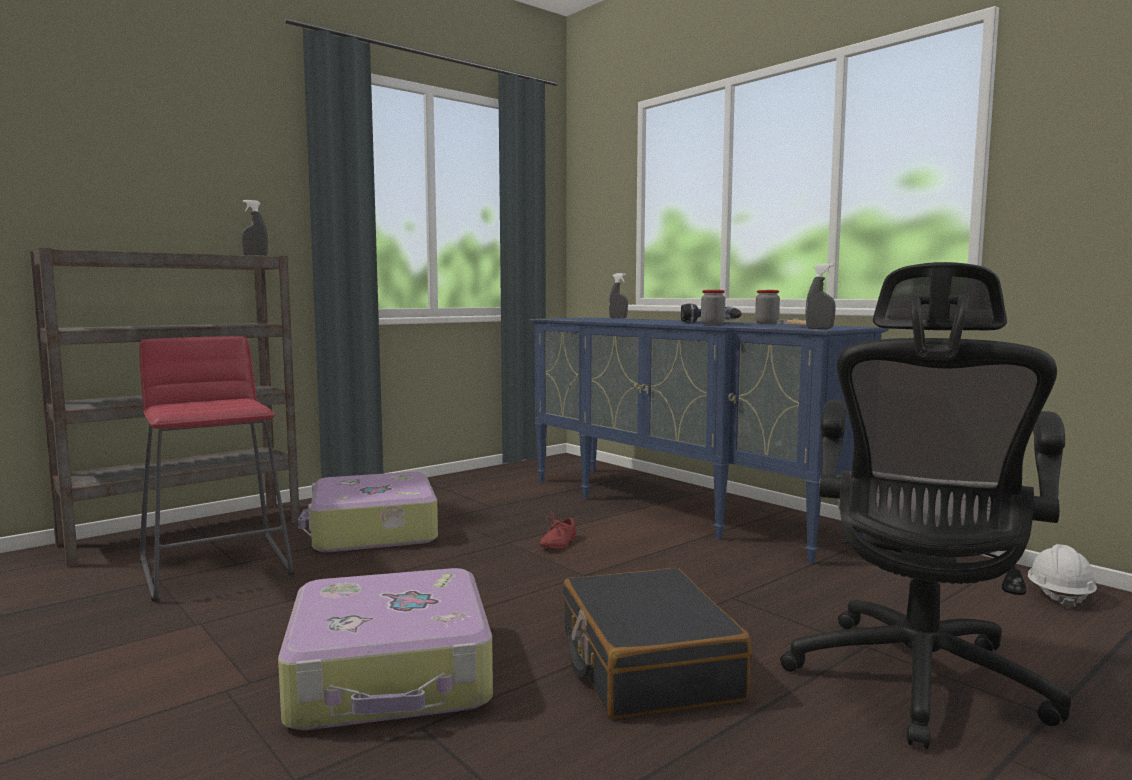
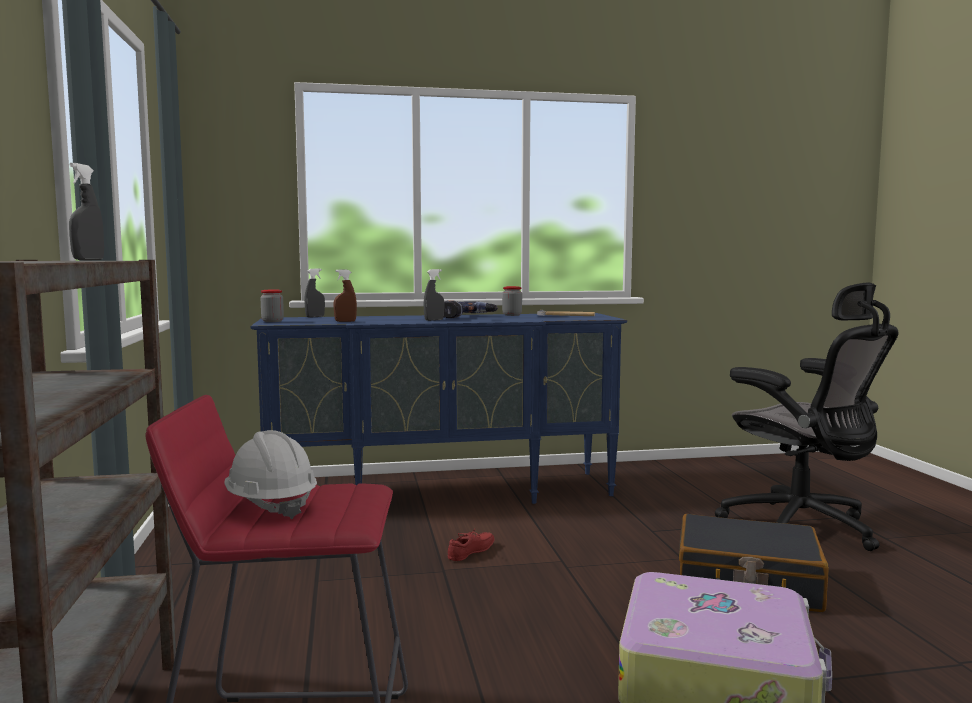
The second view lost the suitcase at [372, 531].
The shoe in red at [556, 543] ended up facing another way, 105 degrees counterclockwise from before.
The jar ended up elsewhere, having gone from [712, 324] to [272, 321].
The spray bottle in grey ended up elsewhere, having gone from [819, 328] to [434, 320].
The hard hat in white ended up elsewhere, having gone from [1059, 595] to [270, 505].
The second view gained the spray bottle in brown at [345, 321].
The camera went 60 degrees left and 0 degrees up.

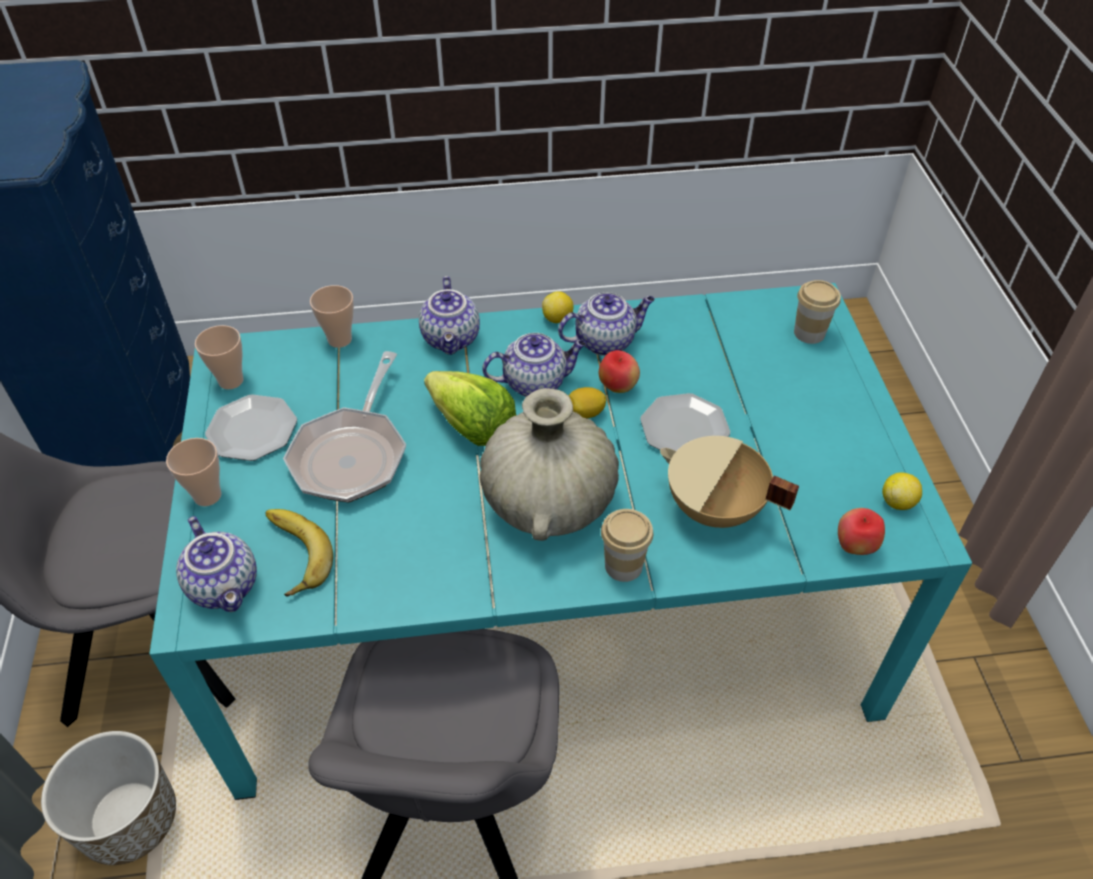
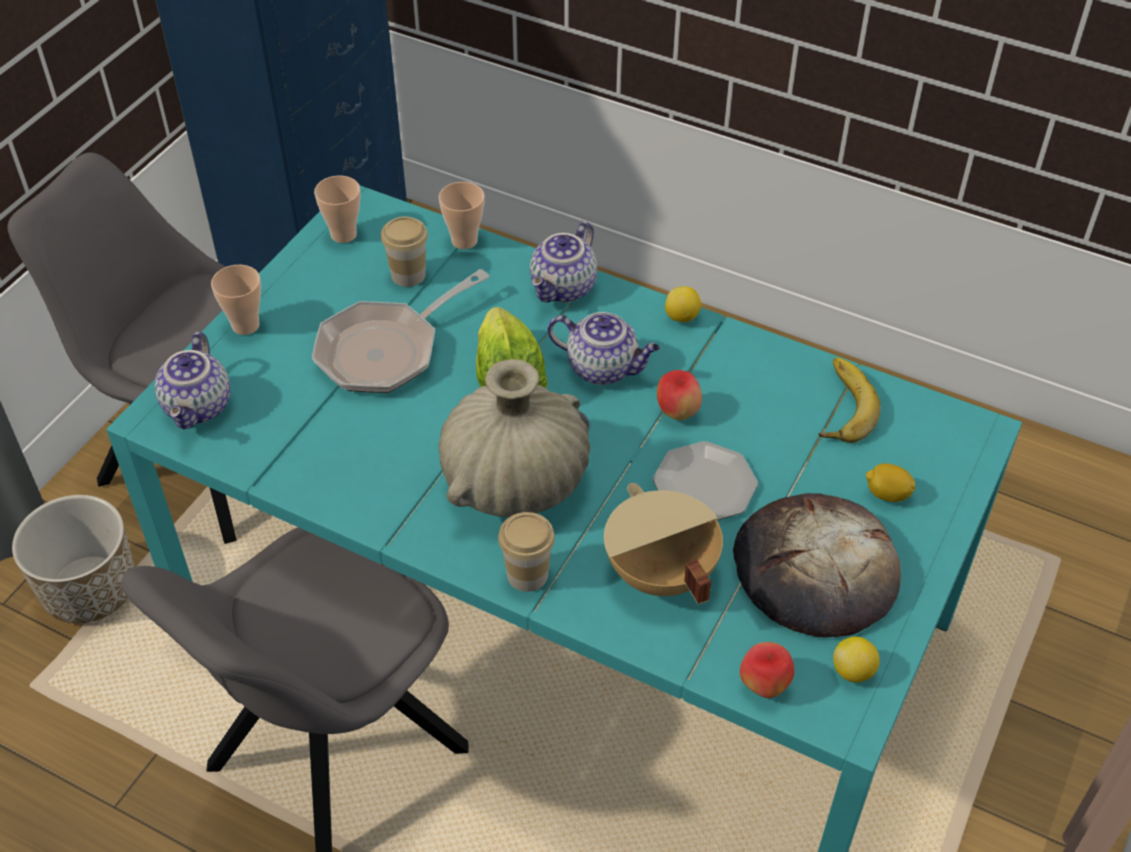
The second view lost the plate at [251, 430].
The banana ended up elsewhere, having gone from [291, 555] to [838, 406].
The second view lost the teapot at [606, 341].
The lemon ended up elsewhere, having gone from [585, 413] to [887, 494].
The cup ended up elsewhere, having gone from [809, 333] to [408, 275].
The second view gained the bread at [815, 570].
The camera went 35 degrees right and 0 degrees up.

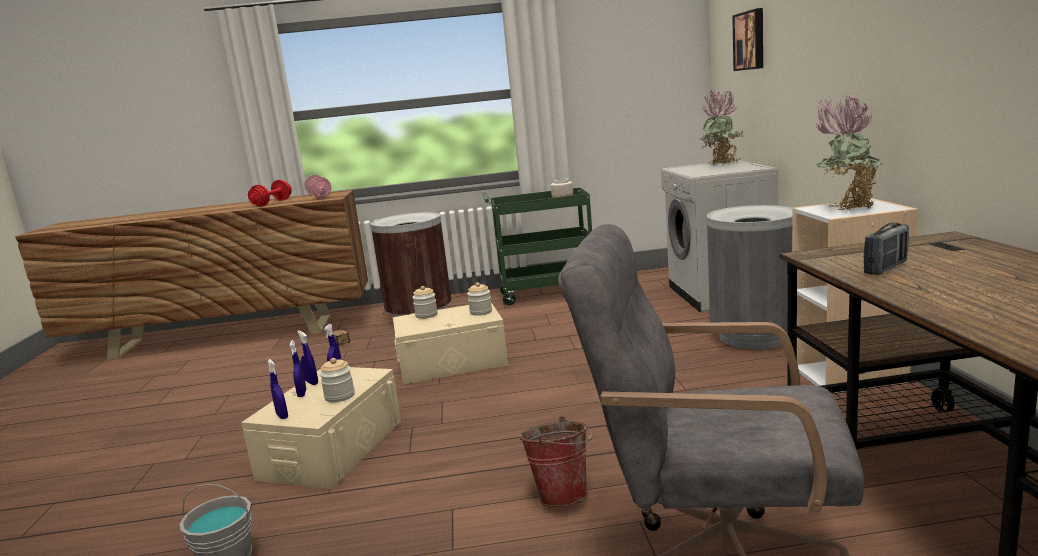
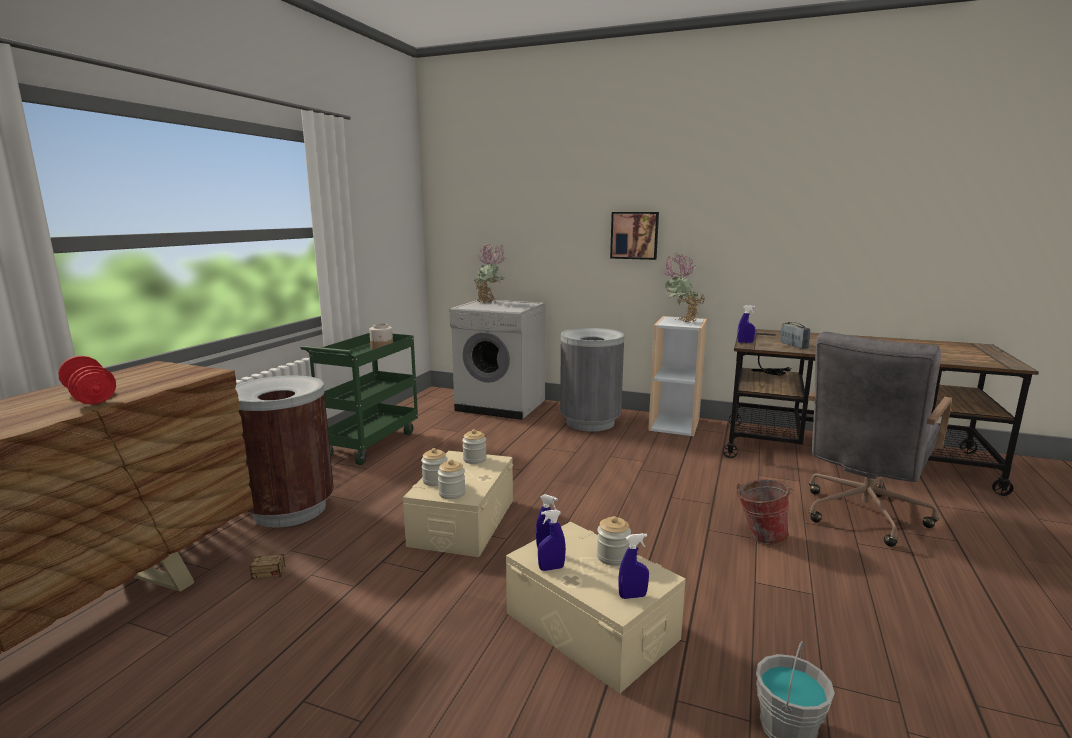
The spray bottle in blue ended up elsewhere, having gone from [302, 393] to [745, 342].
The second view lost the dumbbell in pink at [319, 196].
The picture ended up elsewhere, having gone from [750, 40] to [634, 235].
The second view gained the jar at [452, 493].
The camera went 65 degrees left and 0 degrees up.

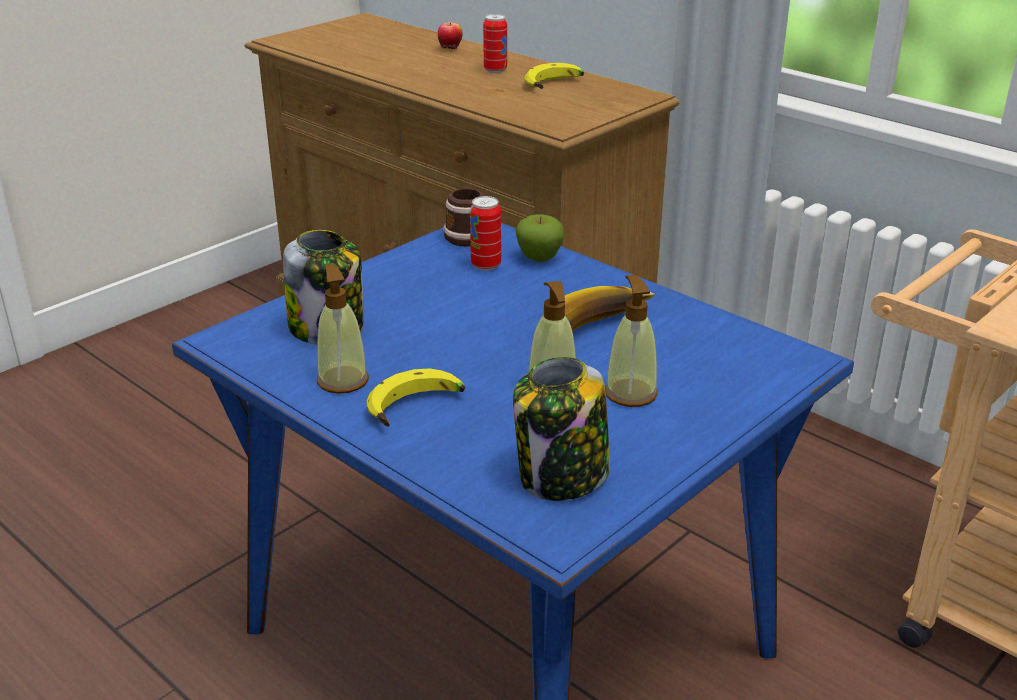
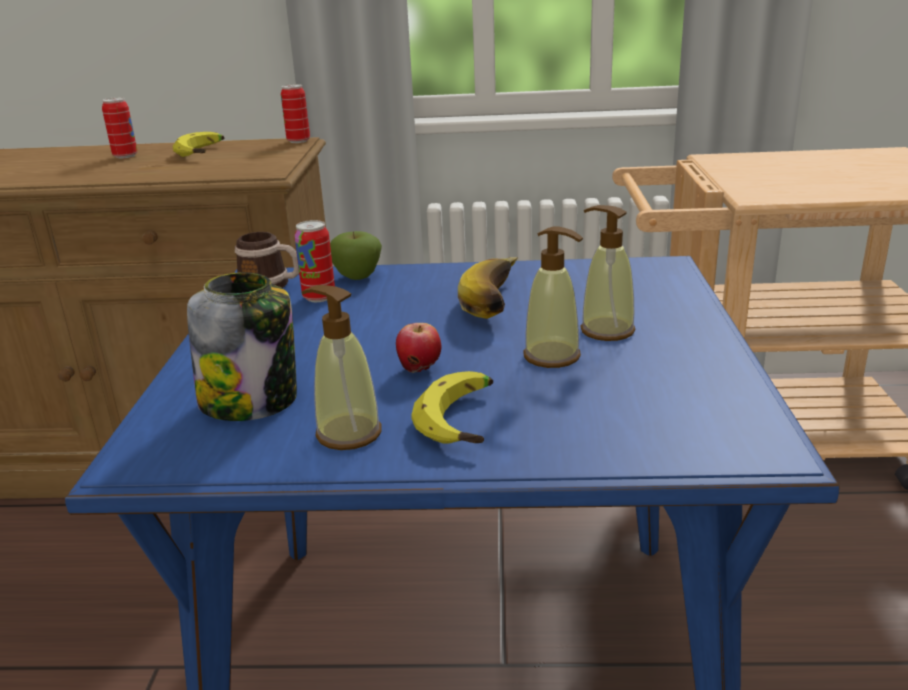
The apple ended up elsewhere, having gone from [450, 49] to [420, 370].
The second view lost the jar at [562, 477].
The second view gained the can at [298, 141].
The camera went 40 degrees left and 5 degrees down.

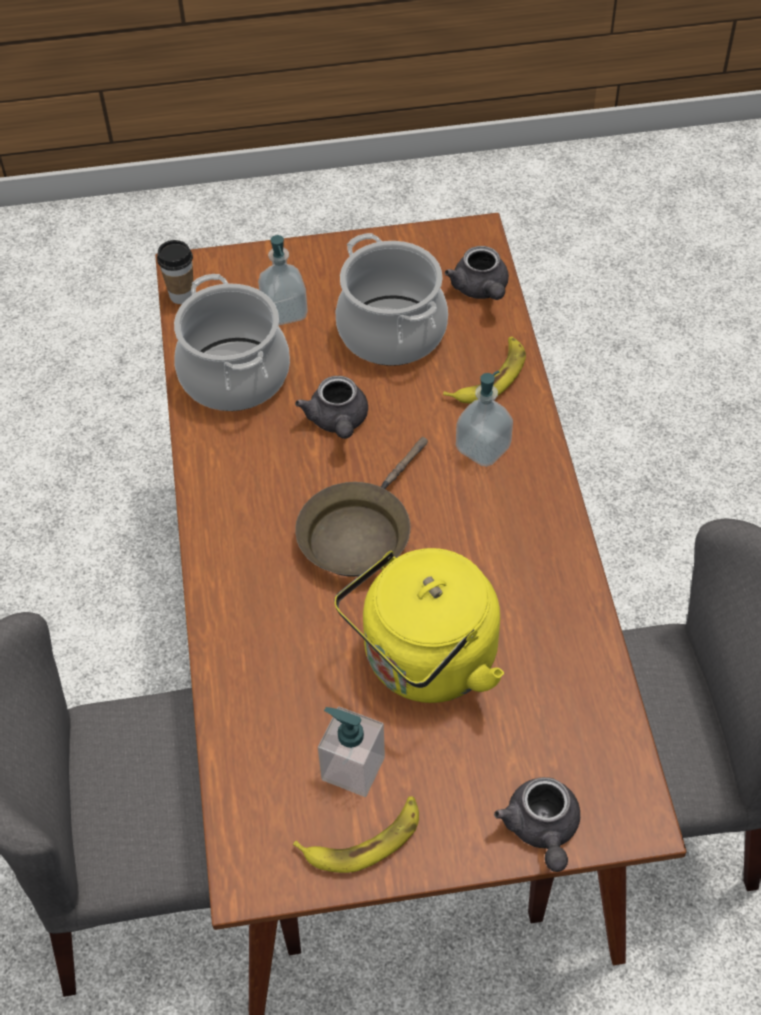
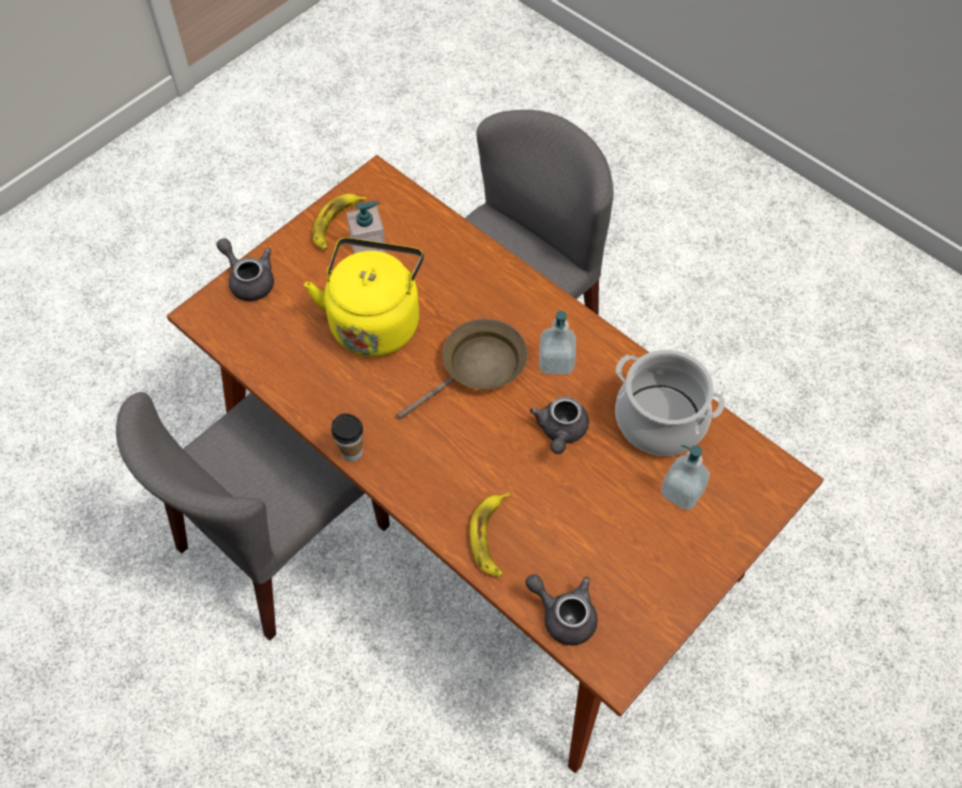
The cup ended up elsewhere, having gone from [181, 295] to [352, 452].
The teapot in grey at [338, 422] ended up facing another way, 120 degrees counterclockwise from before.
The frying pan in brown at [359, 532] ended up facing another way, 60 degrees clockwise from before.
The second view lost the cooking pot at [392, 331].
The soap dispenser ended up elsewhere, having gone from [483, 448] to [556, 362].
The camera went 140 degrees right and 5 degrees up.

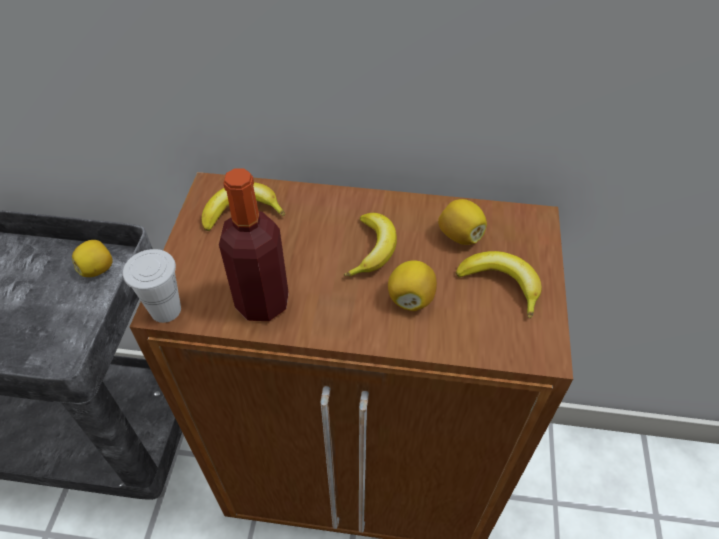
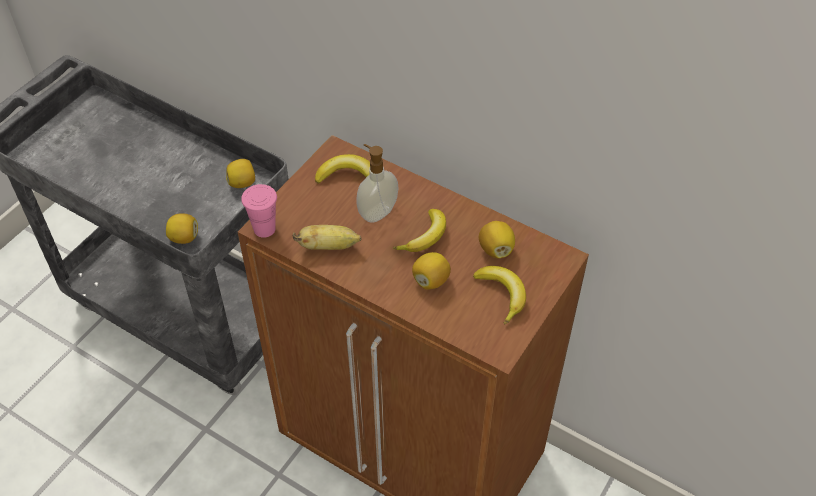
What was the cup in white at [165, 310] turned into the cup in pink at [264, 229].
Where the bottle stood at [262, 302], the banana came to stand at [329, 246].
The second view gained the lemon at [184, 238].
The second view gained the soap dispenser at [377, 212].
The camera went 25 degrees right and 0 degrees up.

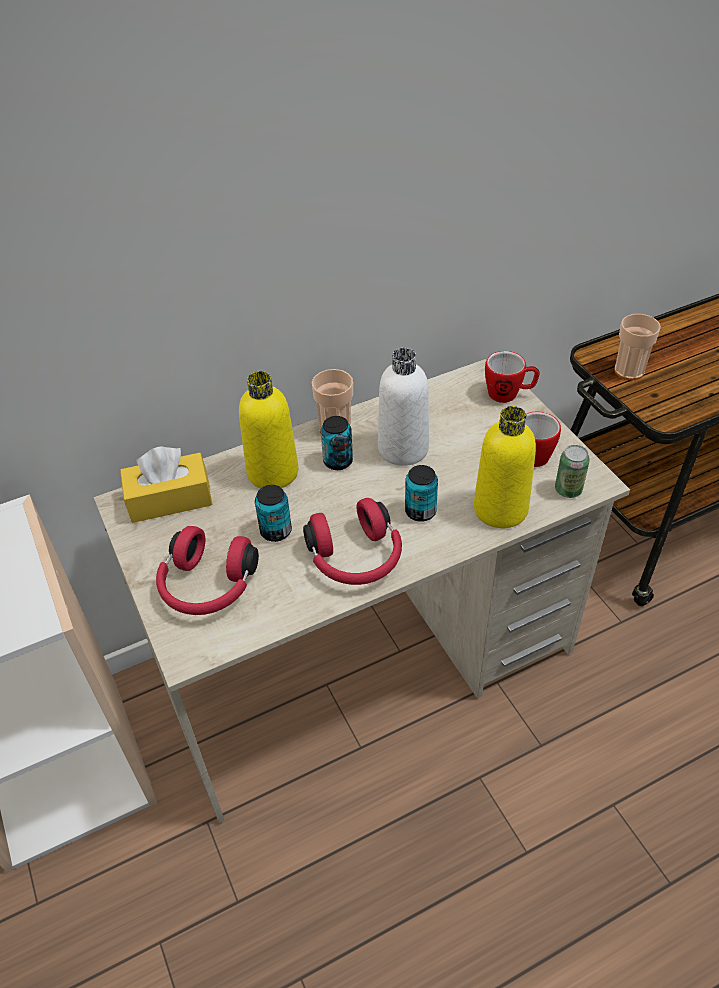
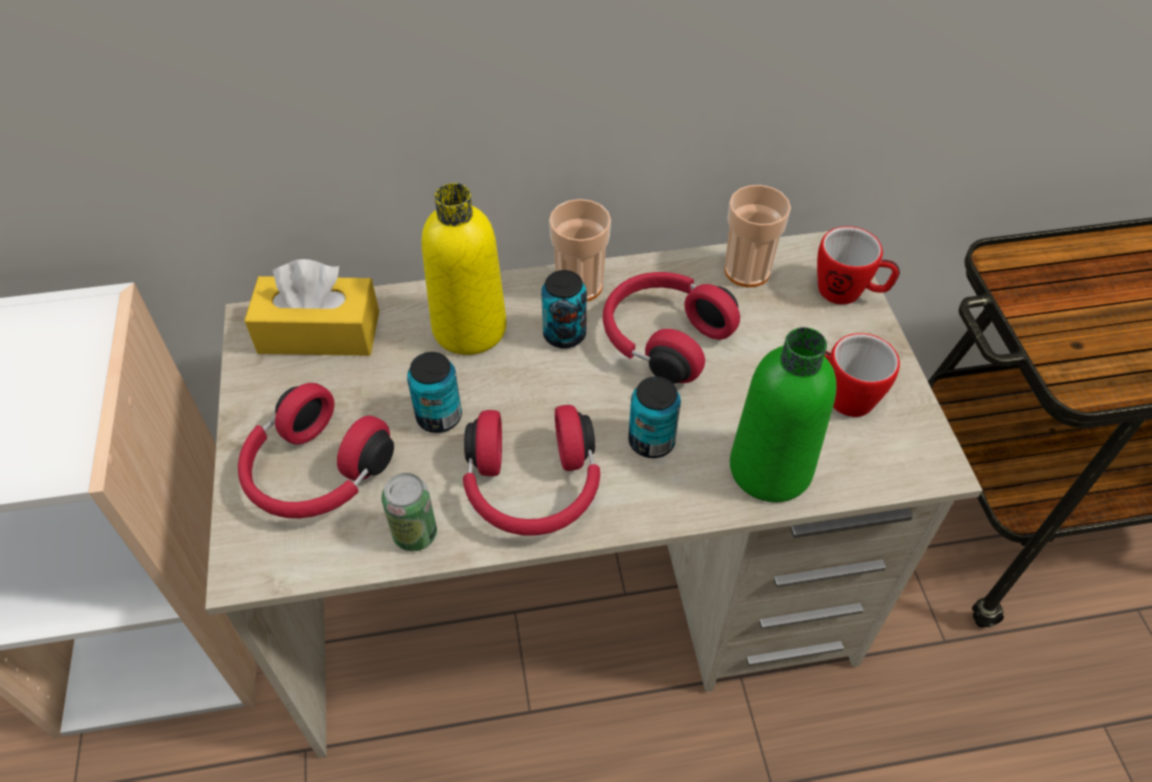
Where the bottle in white stood at [403, 449], the headphones in red came to stand at [663, 339].
What was the bottle in yellow at [500, 509] turned into the bottle in green at [770, 469].
The can ended up elsewhere, having gone from [568, 490] to [415, 534].
The cup ended up elsewhere, having gone from [629, 371] to [747, 271].
The camera went 15 degrees right and 5 degrees up.

